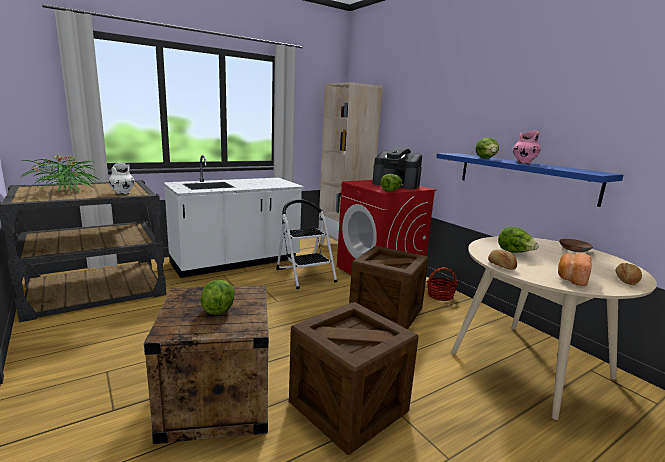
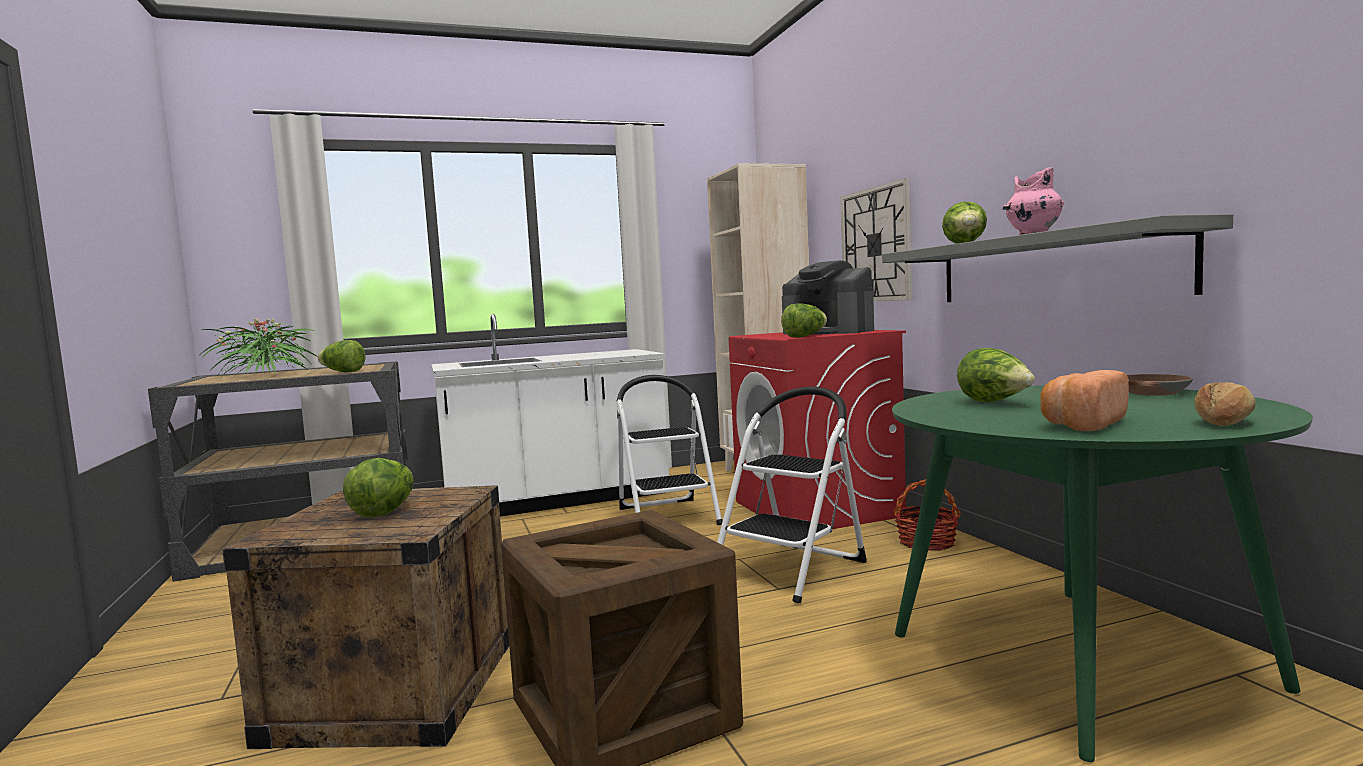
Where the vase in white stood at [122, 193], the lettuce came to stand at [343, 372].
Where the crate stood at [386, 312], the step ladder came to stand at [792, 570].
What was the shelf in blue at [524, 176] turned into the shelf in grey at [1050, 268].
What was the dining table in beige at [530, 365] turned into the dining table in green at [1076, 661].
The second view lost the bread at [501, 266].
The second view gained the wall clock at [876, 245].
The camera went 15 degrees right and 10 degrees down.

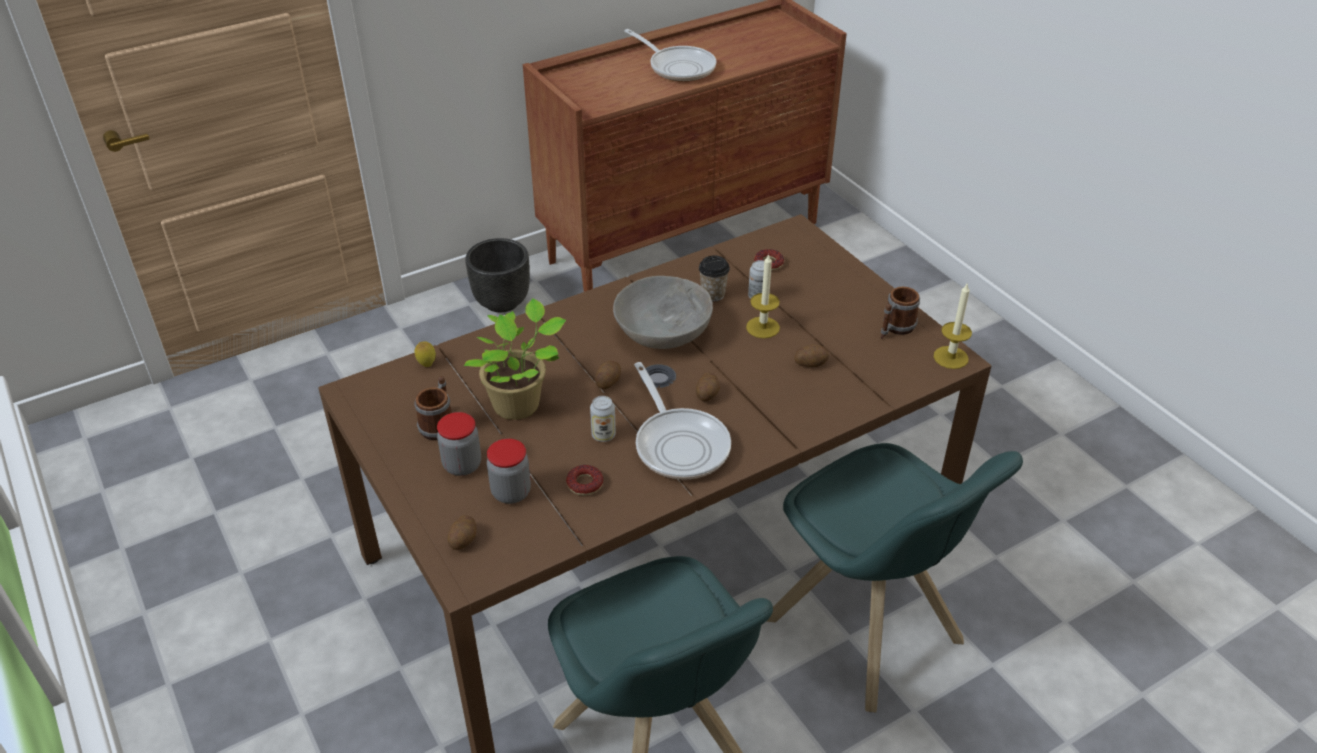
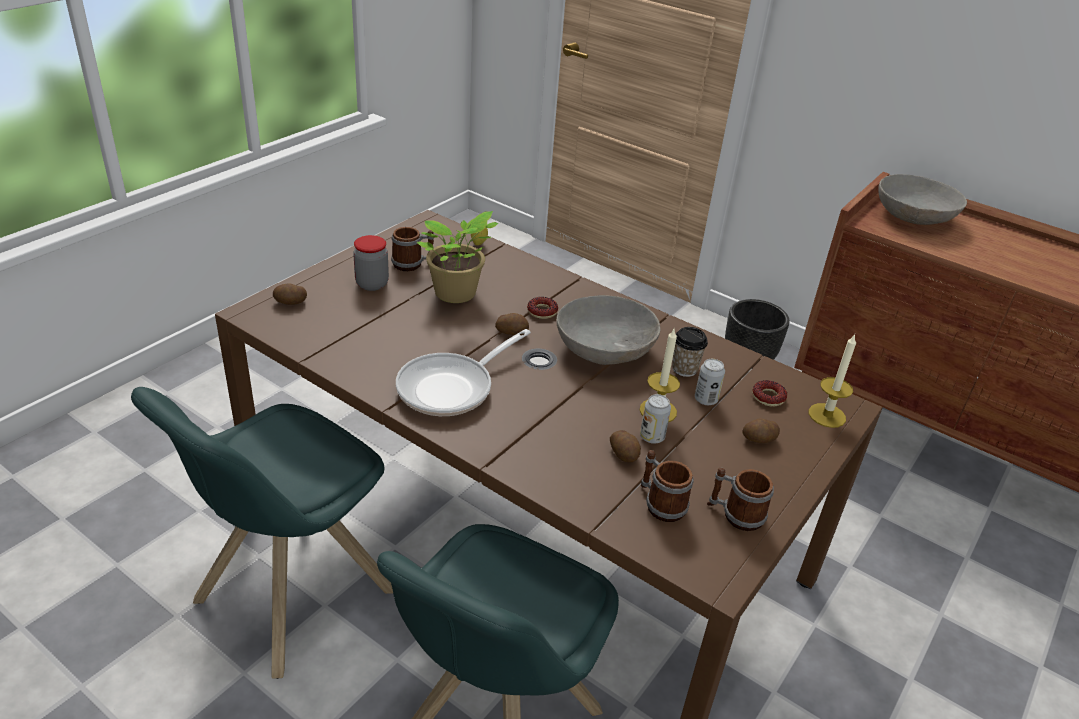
The second view lost the jar at [511, 492].
The donut ended up elsewhere, having gone from [585, 484] to [542, 311].
The can ended up elsewhere, having gone from [603, 435] to [652, 437].
The second view lost the frying pan at [678, 67].
The potato ended up elsewhere, having gone from [707, 394] to [759, 440].
The candle ended up elsewhere, having gone from [950, 357] to [827, 415].
The second view gained the mug at [660, 503].
The second view gained the bowl in grey at [914, 216].
The camera went 65 degrees right and 5 degrees down.

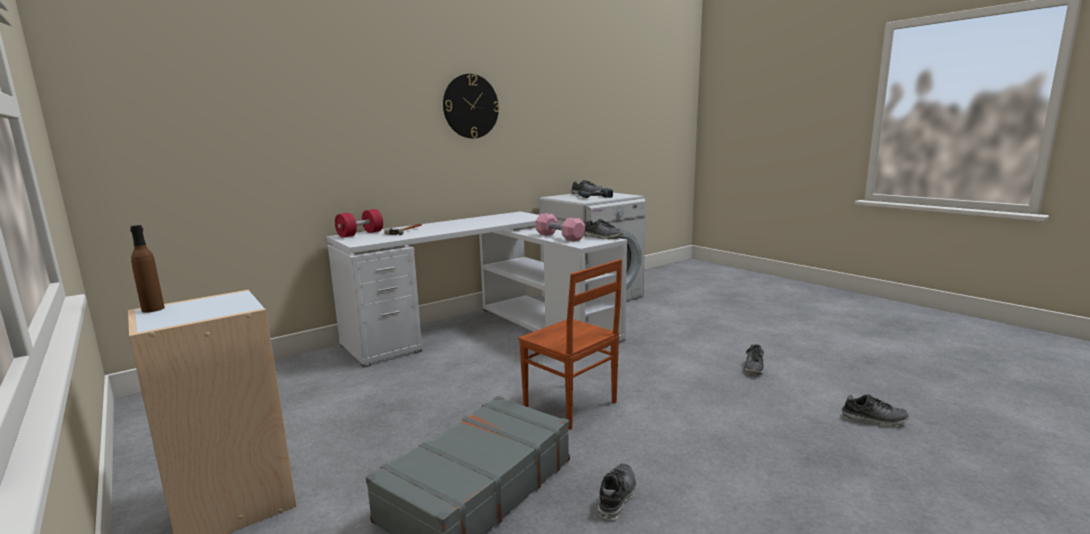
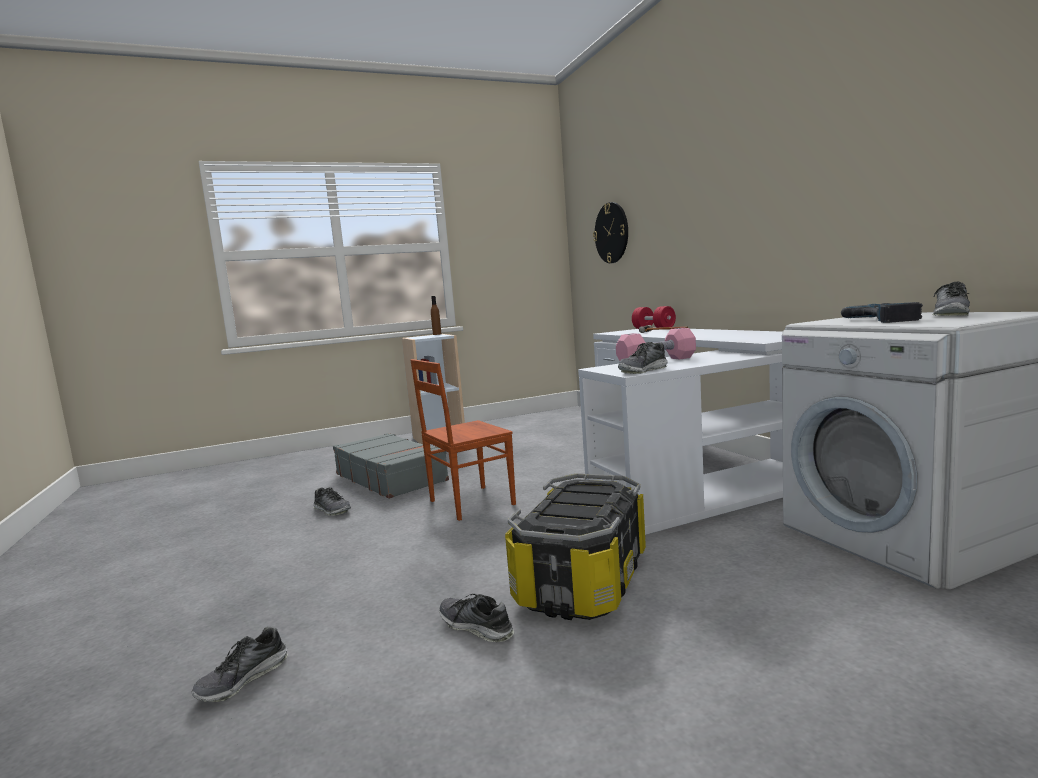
The wall clock ended up elsewhere, having gone from [470, 106] to [611, 233].
The second view gained the storage box at [584, 581].
The camera went 105 degrees right and 5 degrees down.

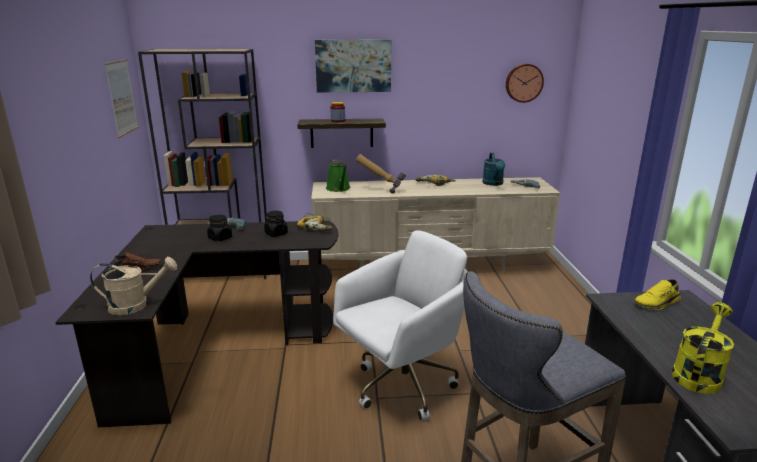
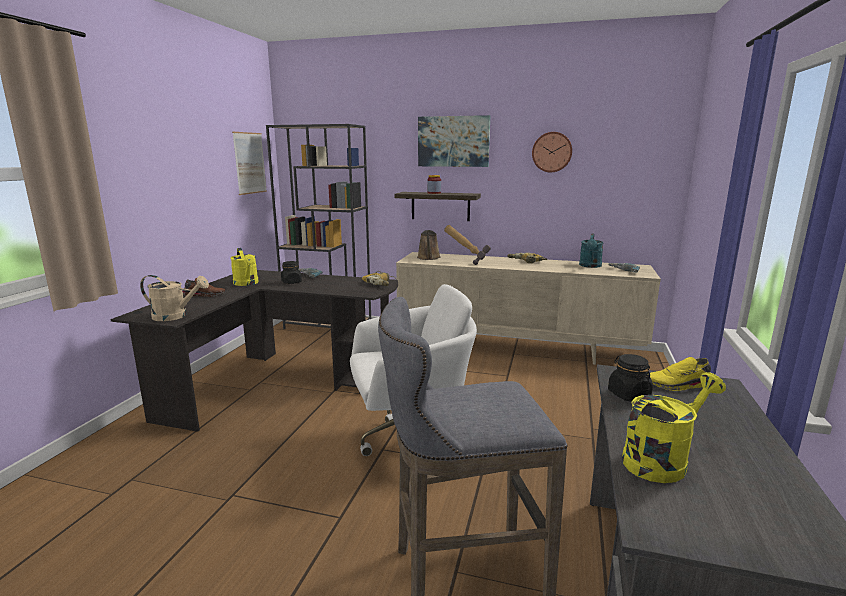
The jar in black ended up elsewhere, having gone from [276, 233] to [628, 394].
What was the watering can in green at [338, 189] turned into the watering can in brown at [428, 258].
The wall clock ended up elsewhere, having gone from [523, 83] to [552, 152].
The second view gained the watering can in yellow at [247, 283].
The camera went 20 degrees right and 5 degrees down.

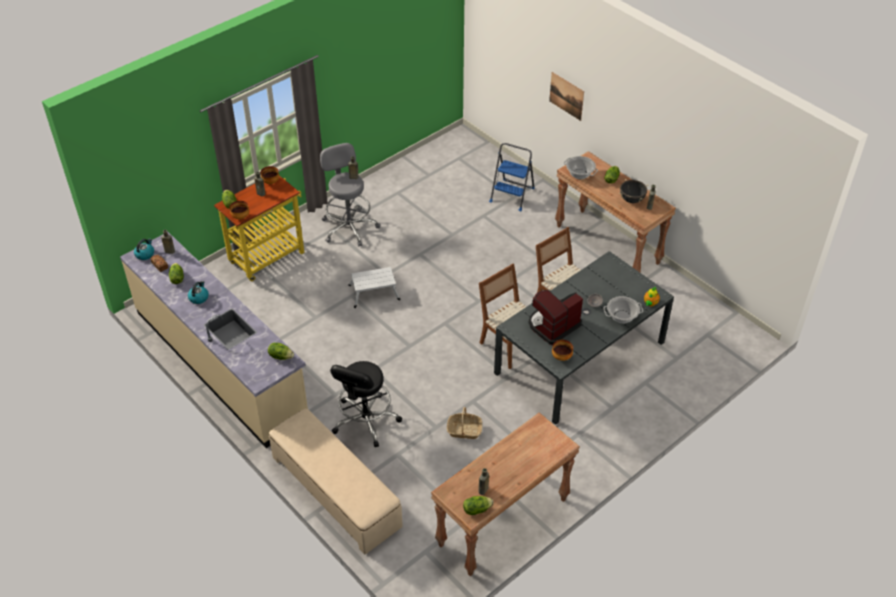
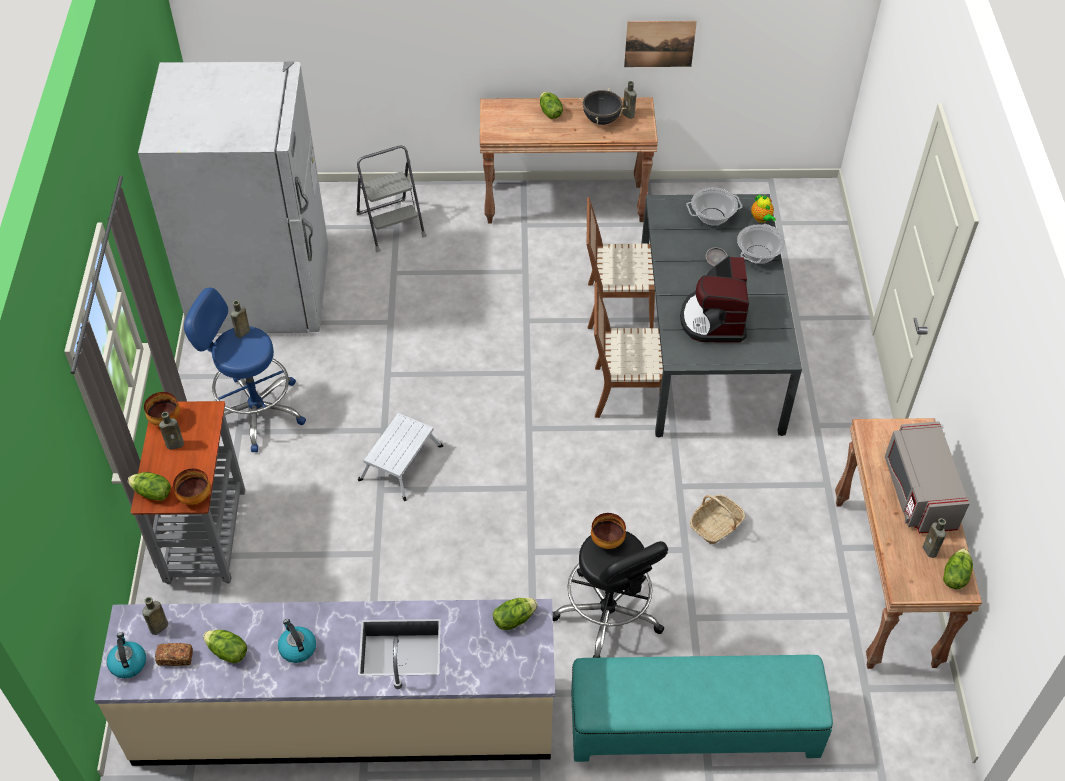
What was the cart in yellow at [268, 257] turned into the cart in grey at [206, 535].
What was the bench in beige at [335, 491] turned into the bench in turquoise at [693, 725].
What was the stool in grey at [349, 227] turned into the stool in blue at [255, 411].
What was the step ladder in blue at [513, 194] turned into the step ladder in grey at [390, 223].
The picture ended up elsewhere, having gone from [566, 96] to [659, 43].
The bowl ended up elsewhere, having gone from [561, 357] to [607, 541].
The cooking pot ended up elsewhere, having gone from [580, 174] to [712, 216].
The second view gained the fridge in white at [261, 289].
The second view gained the microwave in grey at [918, 492].
The camera went 50 degrees left and 5 degrees up.

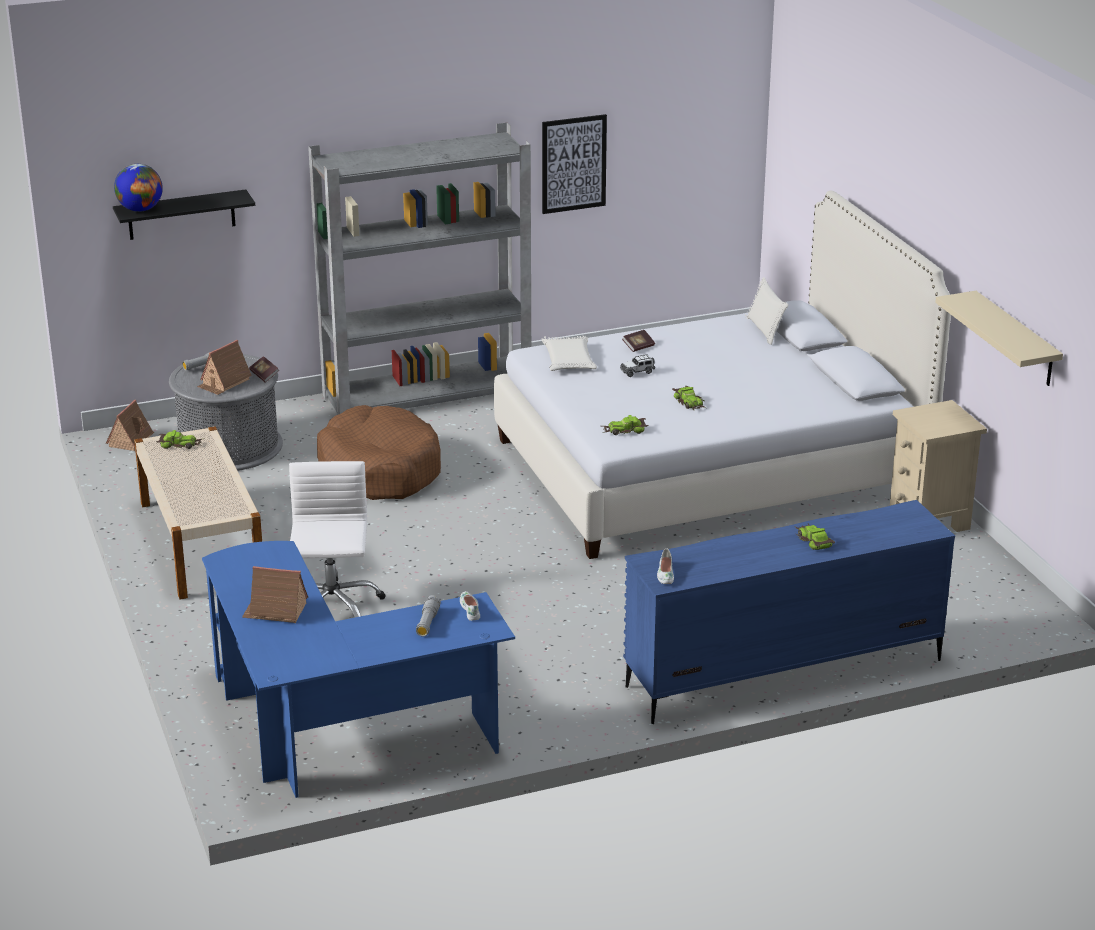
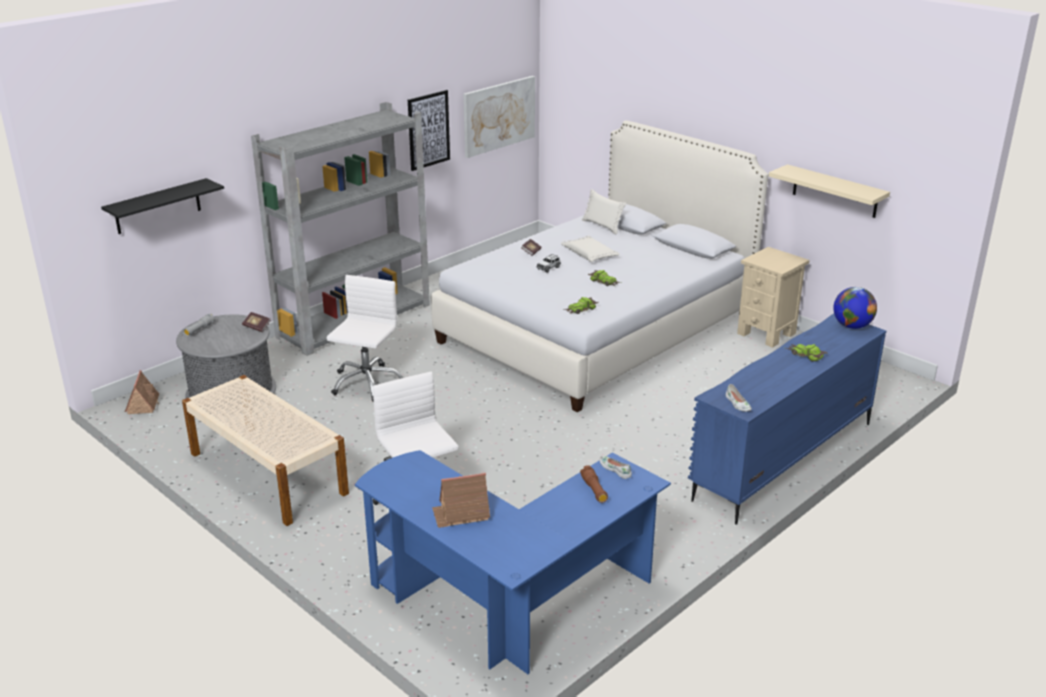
The globe ended up elsewhere, having gone from [140, 210] to [852, 326].
The second view lost the toy car at [180, 444].
The second view lost the toy house at [224, 382].
Where the dog bed in brown stood at [380, 470], the office chair in white came to stand at [366, 383].
What was the flashlight in grey at [427, 623] turned into the flashlight in brown at [594, 490].
The pillow in white ended up elsewhere, having gone from [568, 359] to [589, 253].
The second view gained the picture at [499, 115].
The camera went 25 degrees left and 0 degrees up.

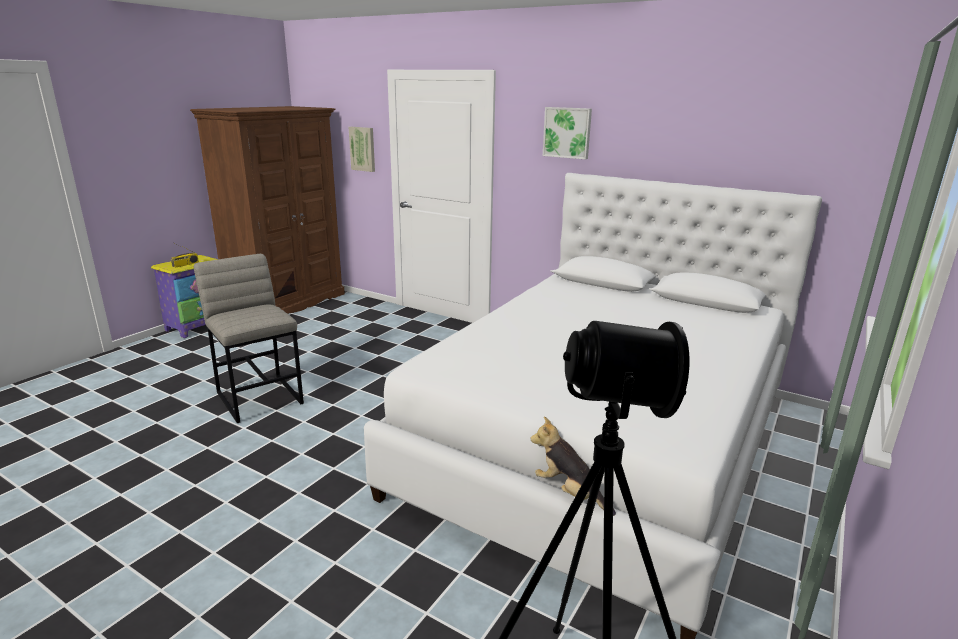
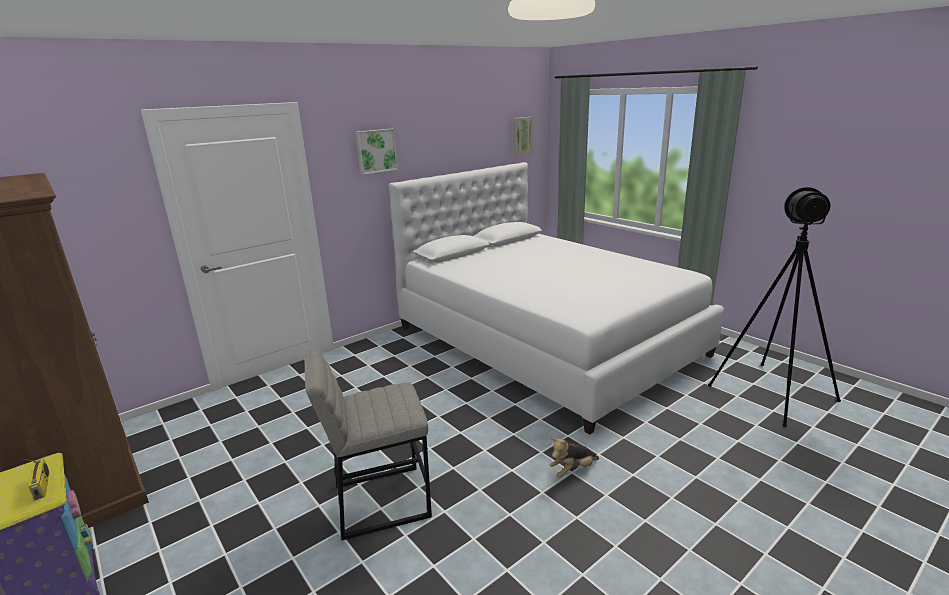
The picture ended up elsewhere, having gone from [363, 149] to [522, 136].
The plush toy ended up elsewhere, having gone from [569, 493] to [573, 470].
The camera went 70 degrees left and 0 degrees up.

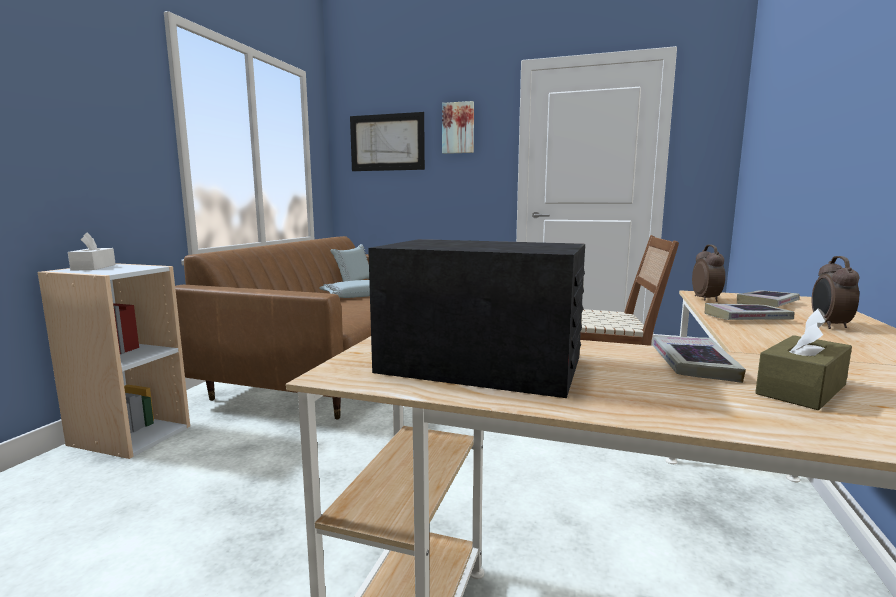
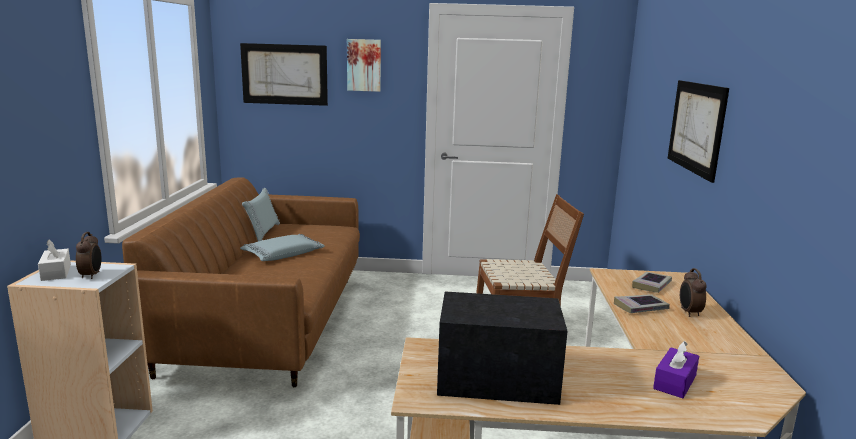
The second view lost the book at [693, 365].
The alarm clock ended up elsewhere, having gone from [706, 299] to [91, 275].
What was the tissue box in brown at [801, 389] turned into the tissue box in purple at [675, 382].
The second view gained the picture at [696, 127].
The camera went 15 degrees left and 5 degrees up.

